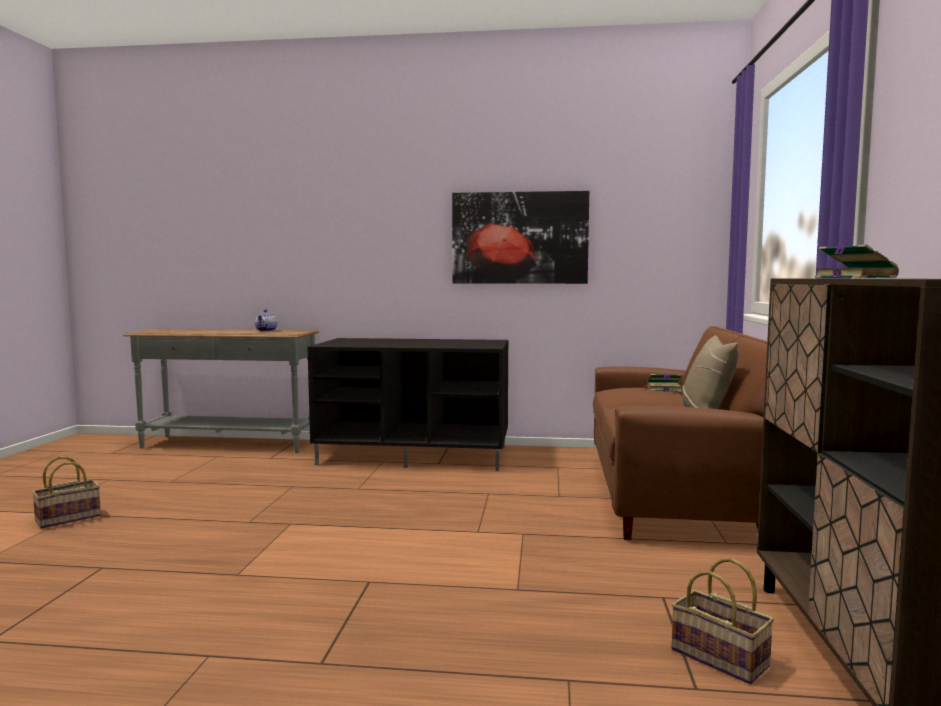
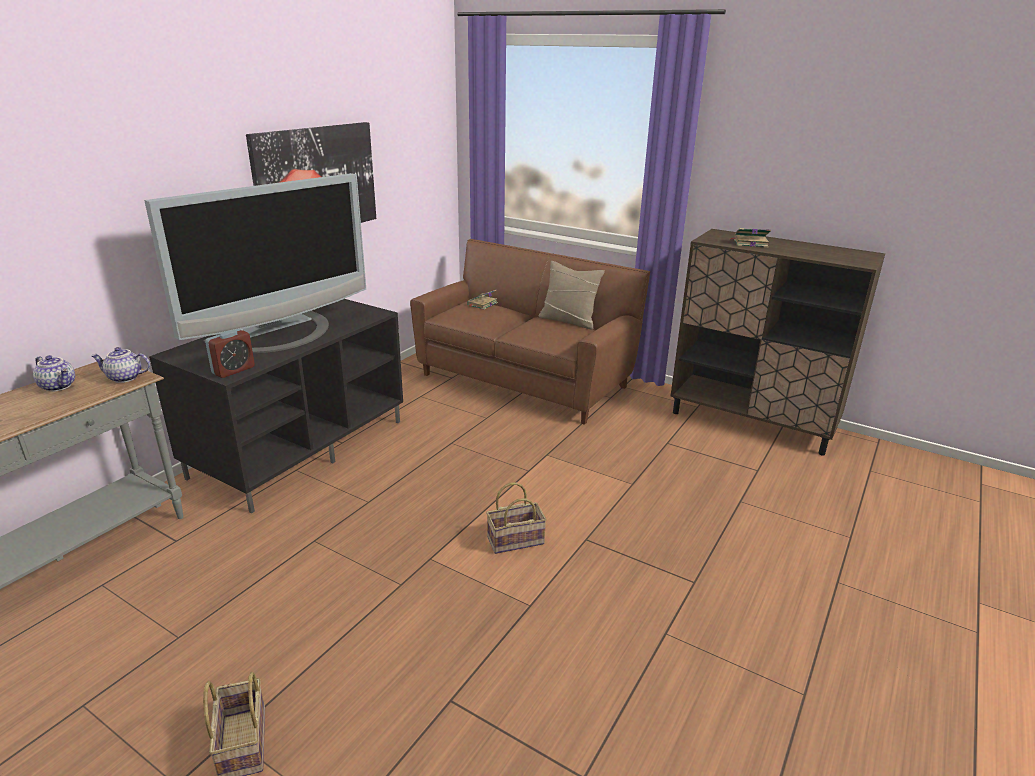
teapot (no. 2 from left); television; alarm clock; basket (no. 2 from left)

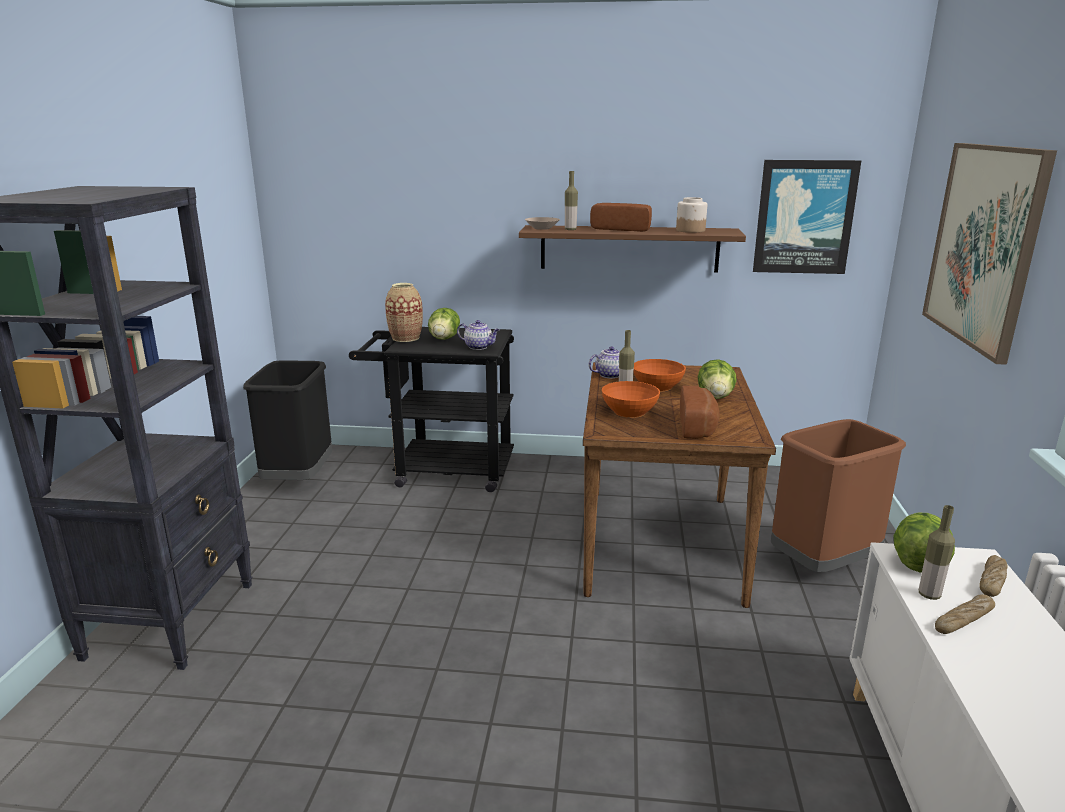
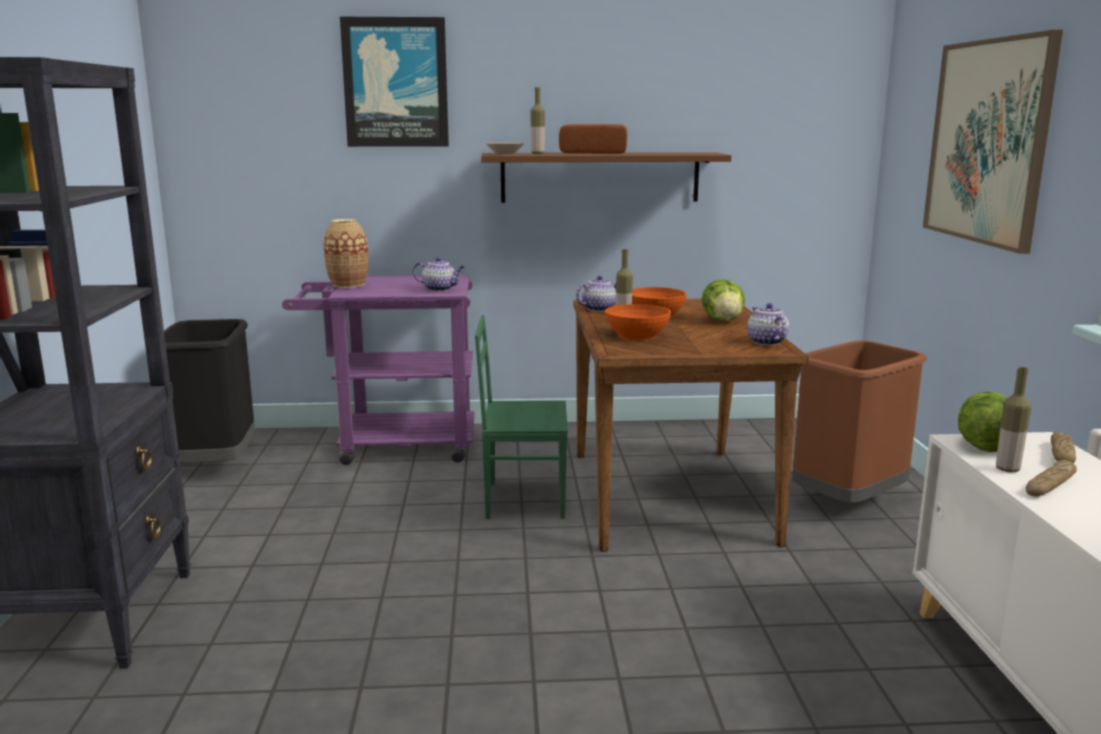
lettuce (no. 1 from left in the first image); jar; bread (no. 2 from left in the first image); green chair; teapot (no. 3 from left); picture (no. 1 from left); purple cart

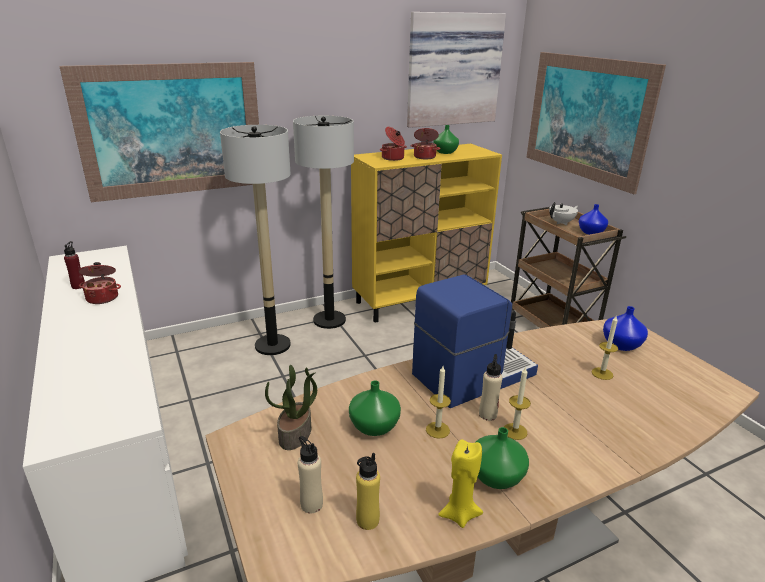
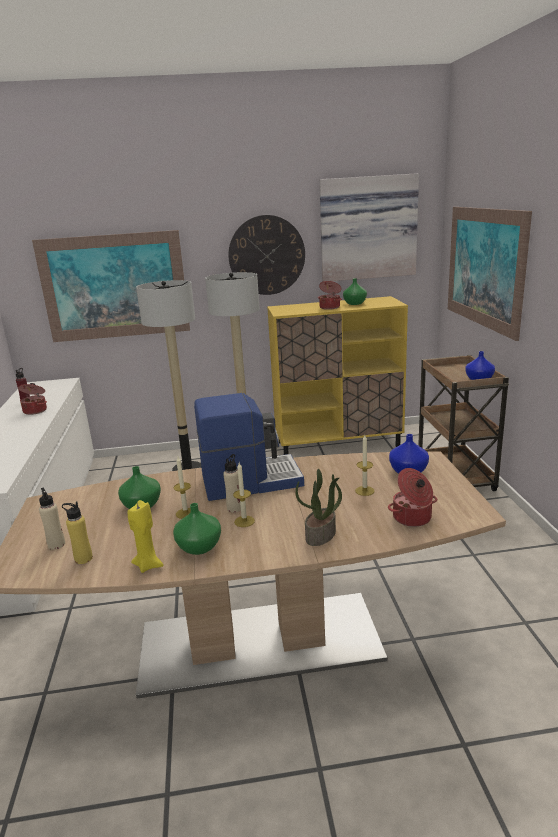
white teapot; wall clock; potted plant; cooking pot (no. 3 from left)

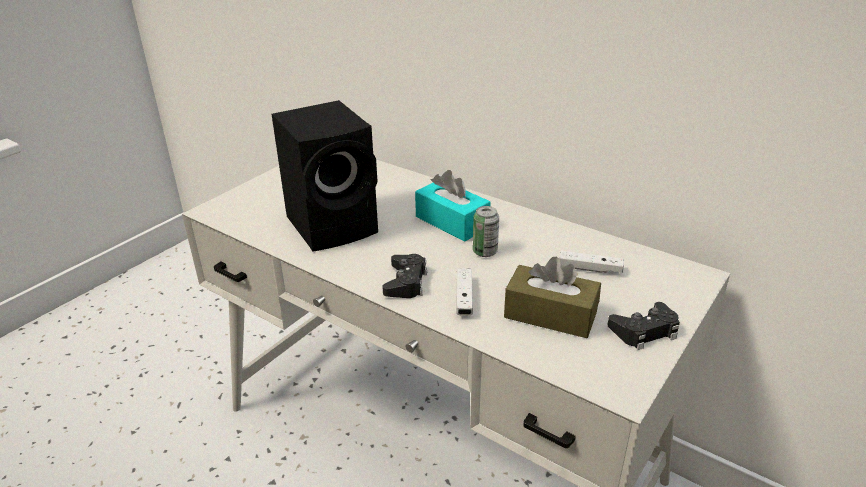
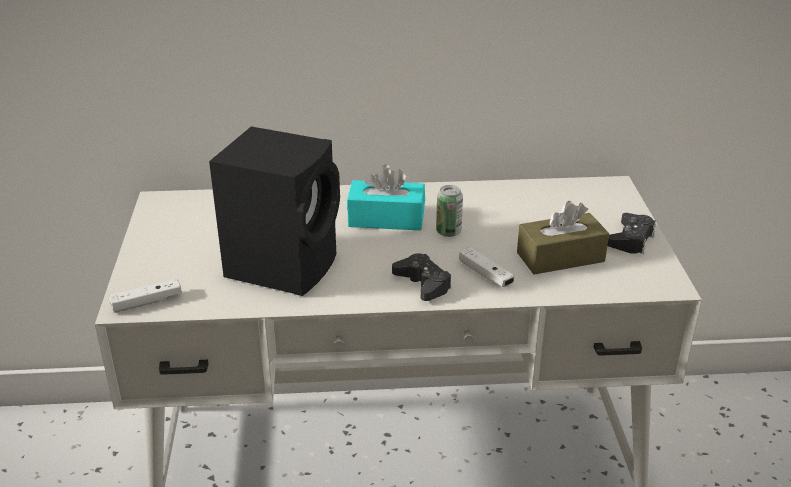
white game controller (no. 1 from left)

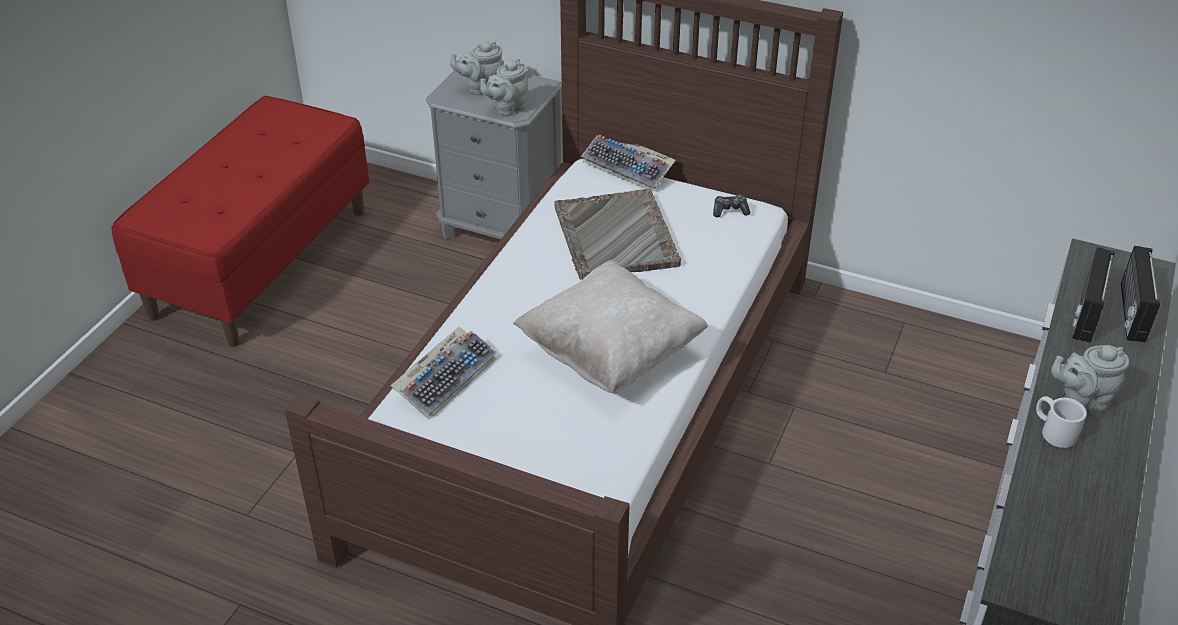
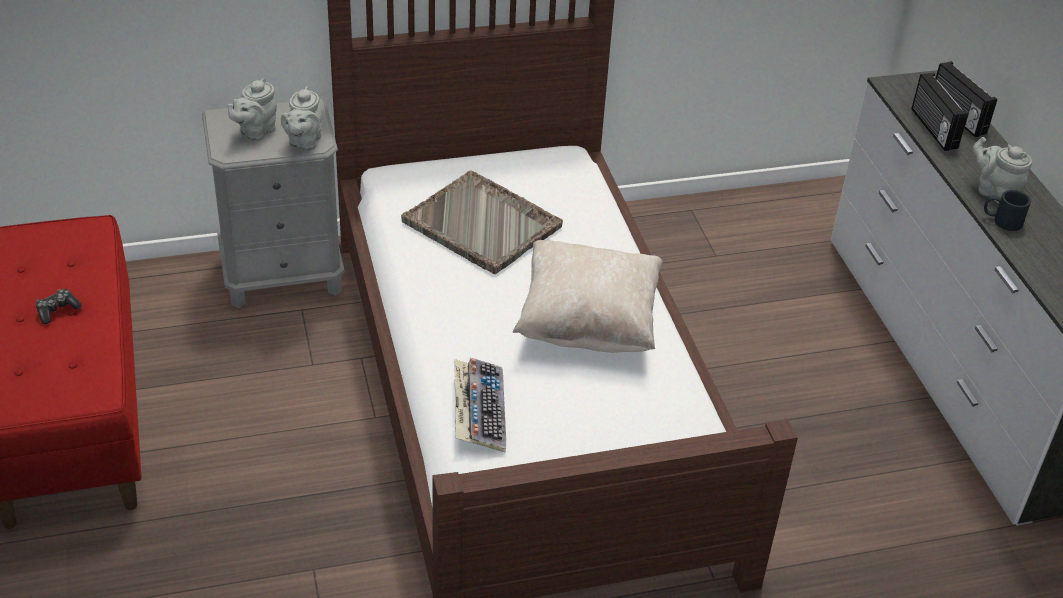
keyboard (no. 2 from left in the first image); game controller; black mug; grey teapot (no. 3 from left)

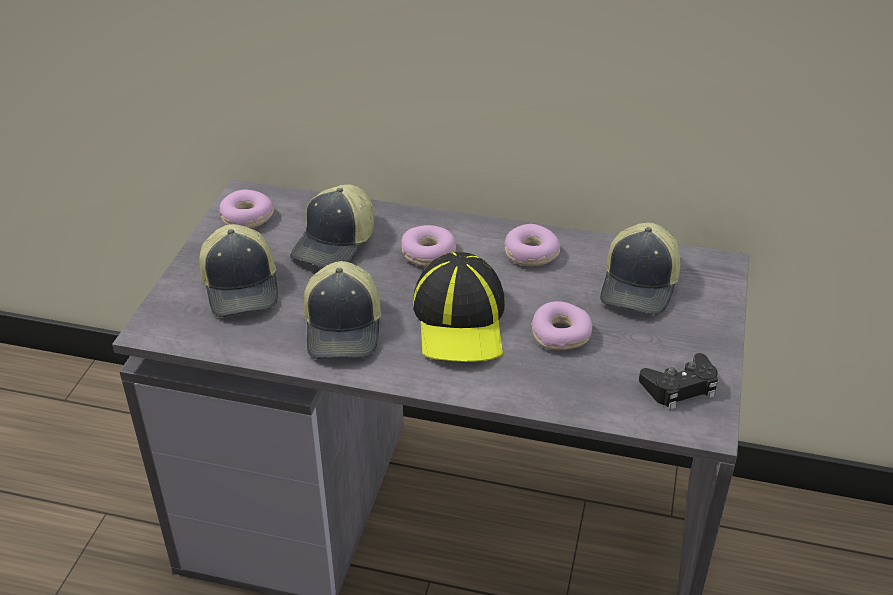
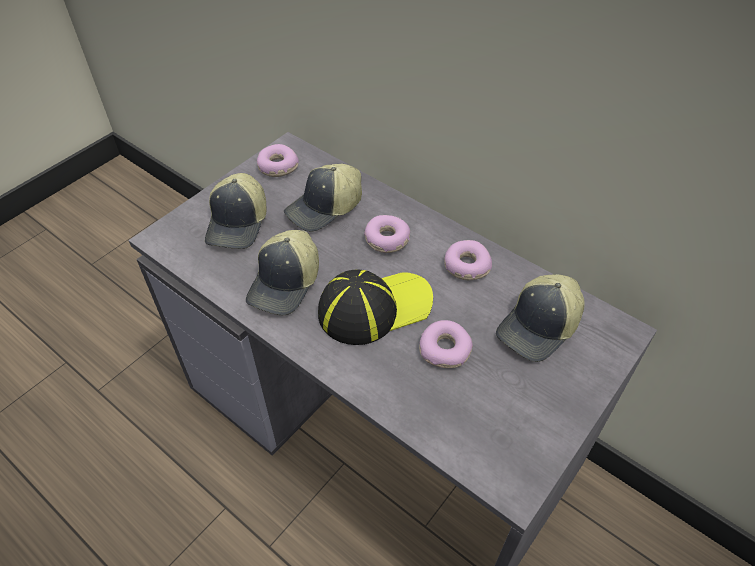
black game controller; cap (no. 4 from left)

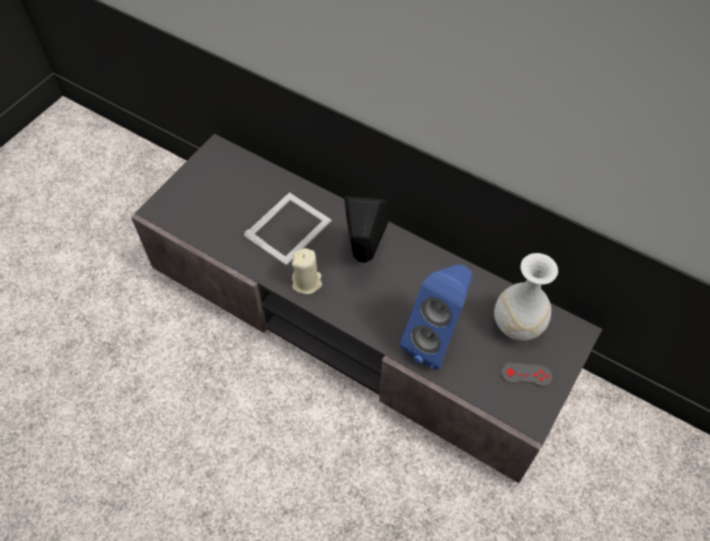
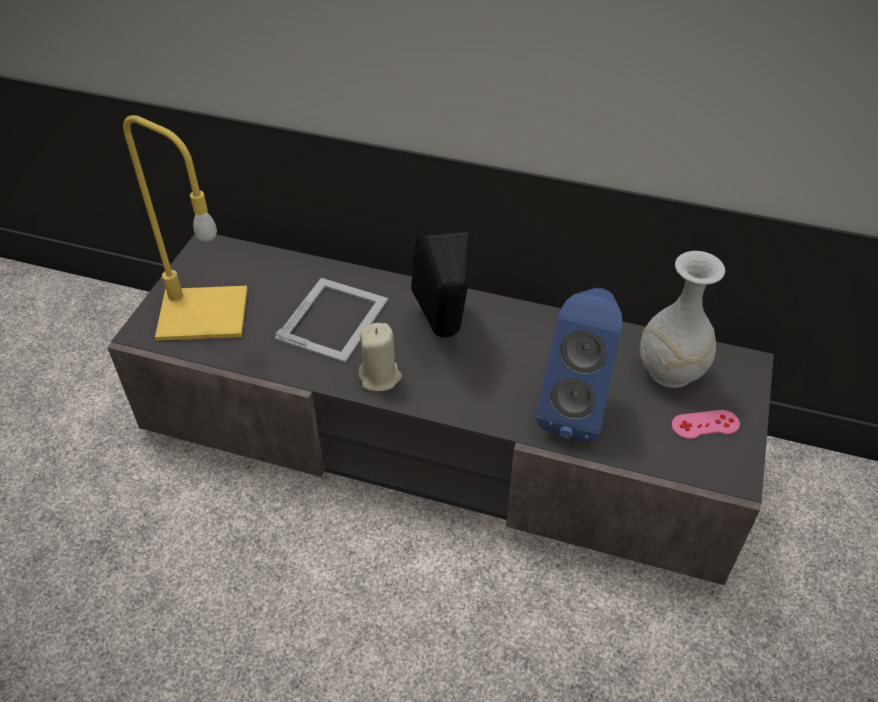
yellow table lamp; pink game controller

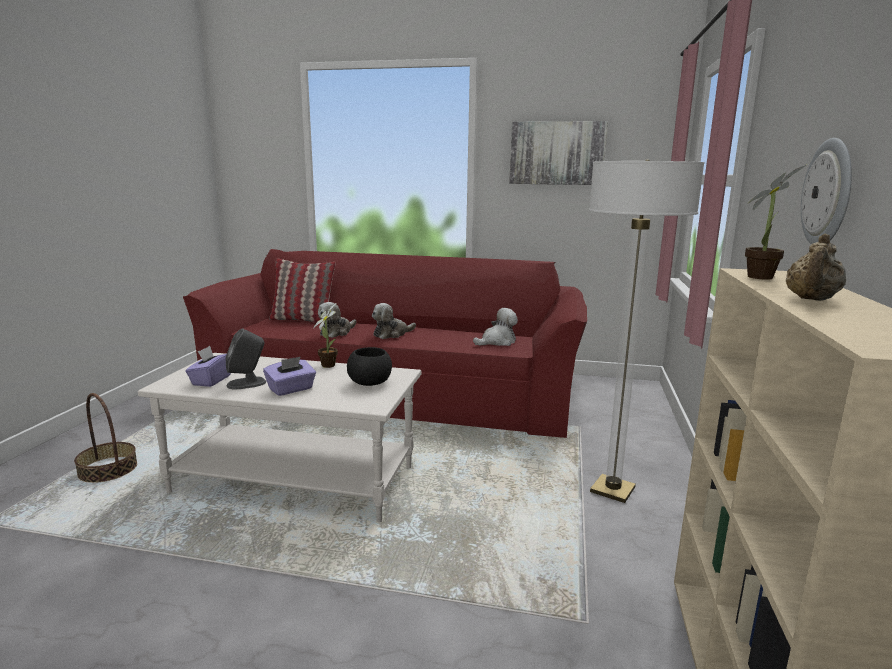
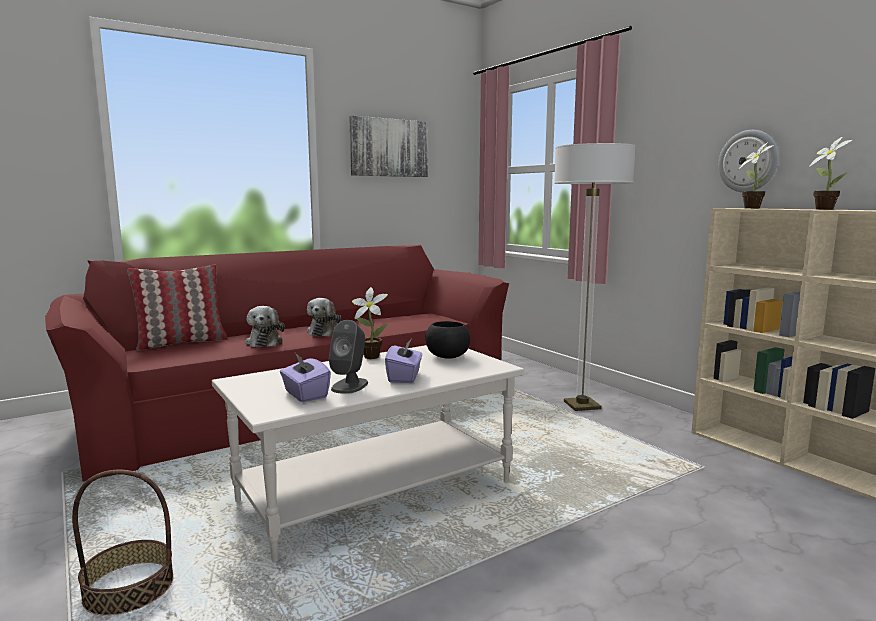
plush toy (no. 3 from left in the first image); potted plant (no. 3 from left)

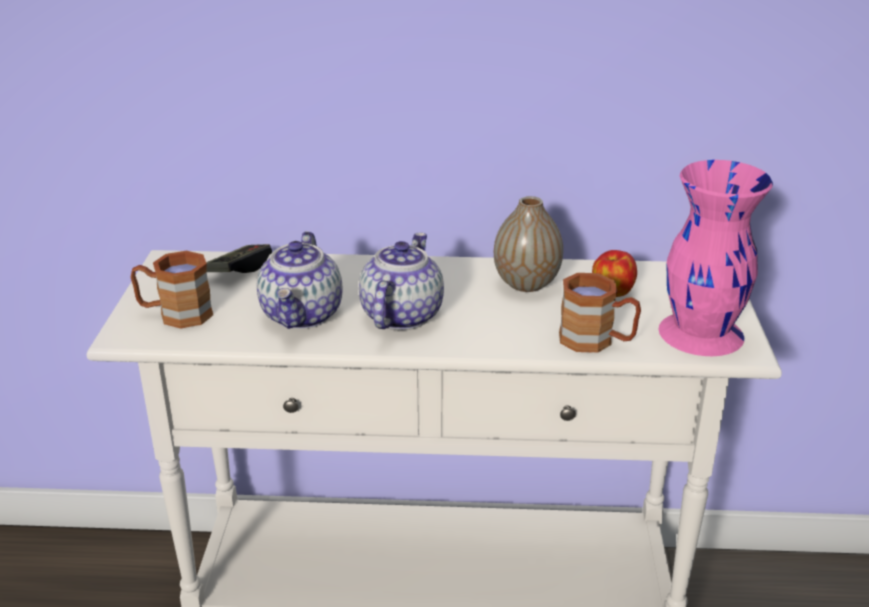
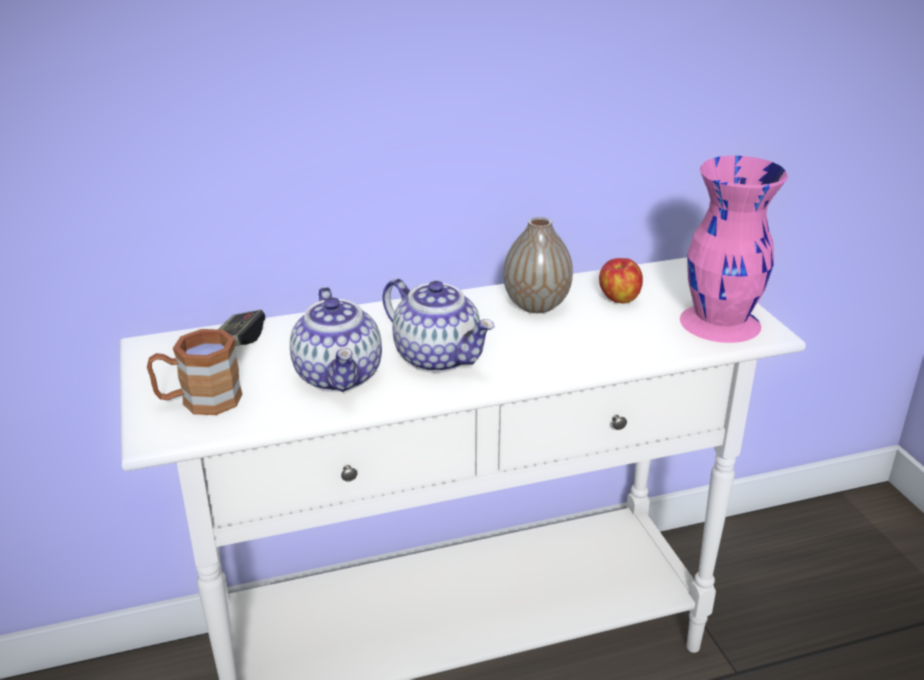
brown mug (no. 2 from left in the first image); teapot (no. 2 from left)

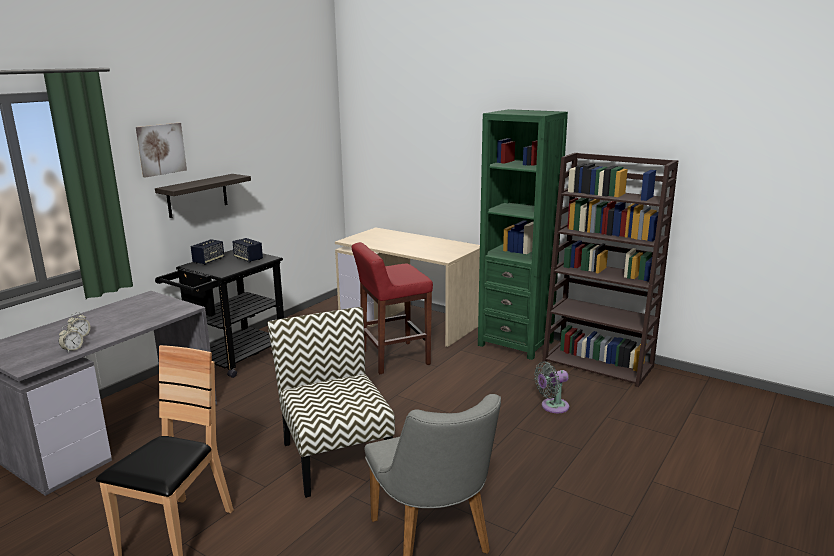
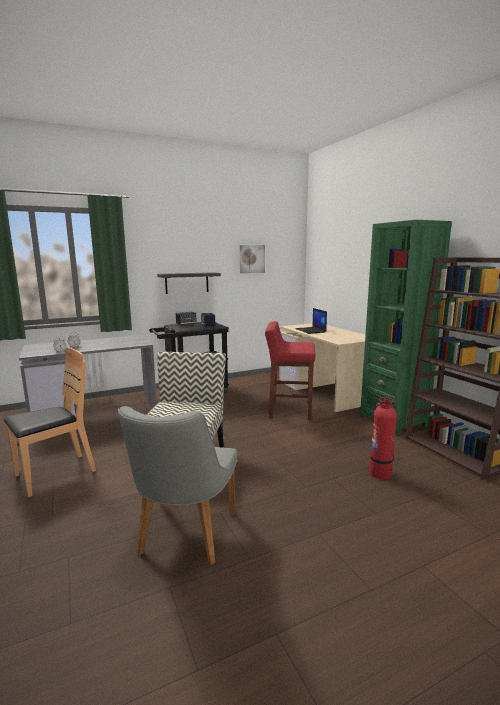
laptop; picture; fire extinguisher

